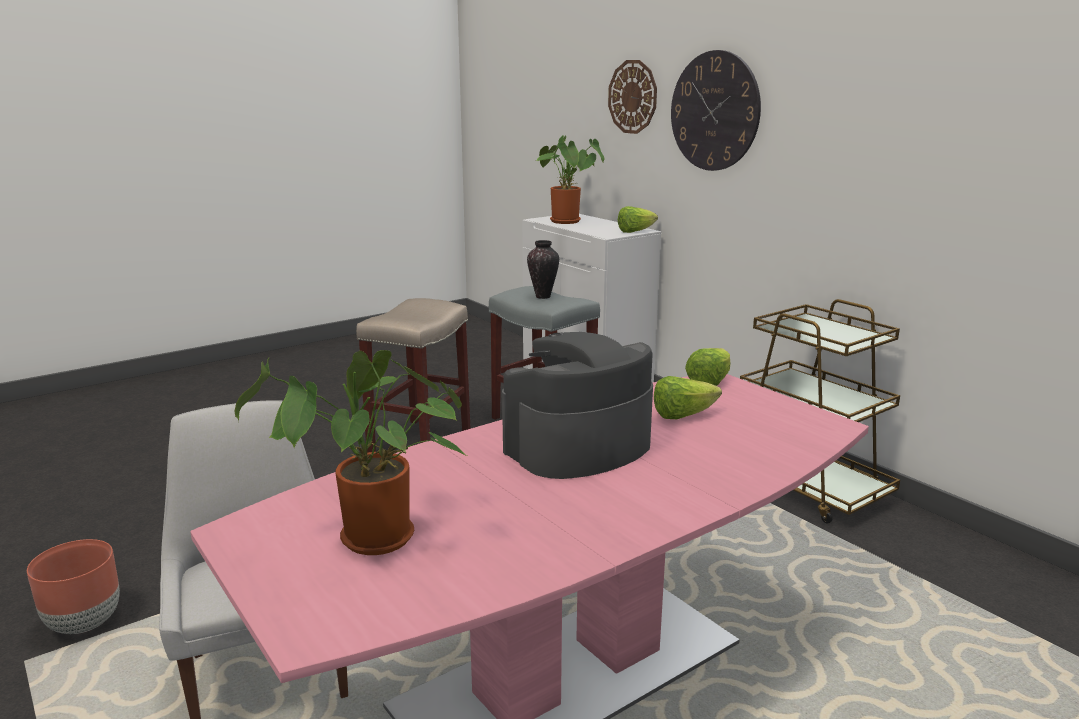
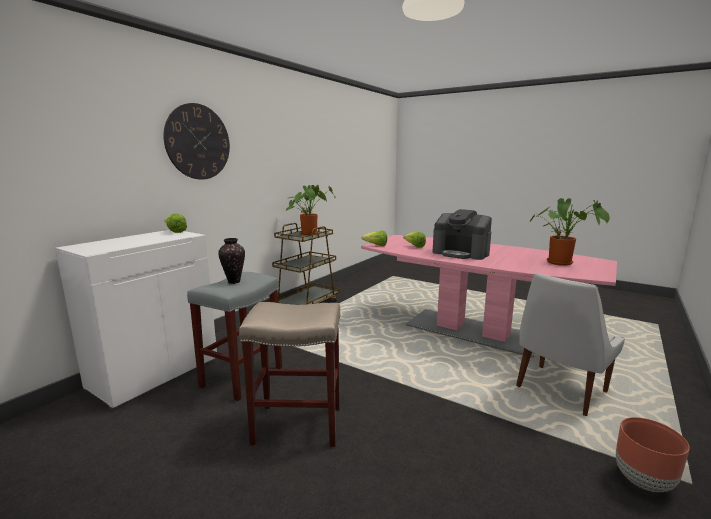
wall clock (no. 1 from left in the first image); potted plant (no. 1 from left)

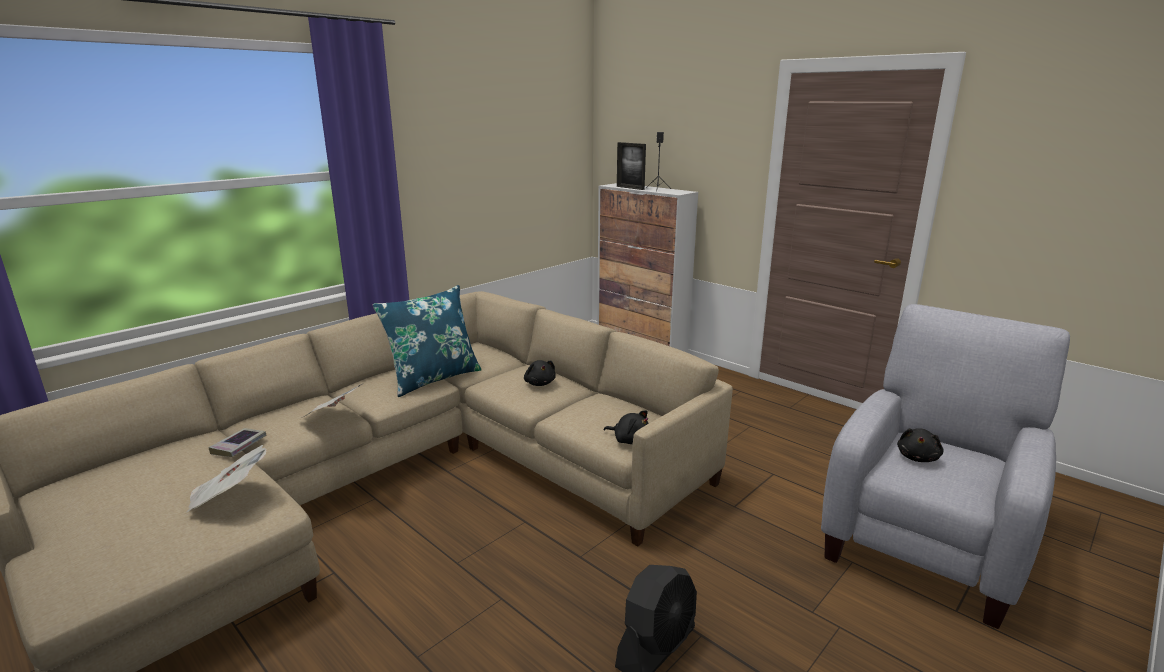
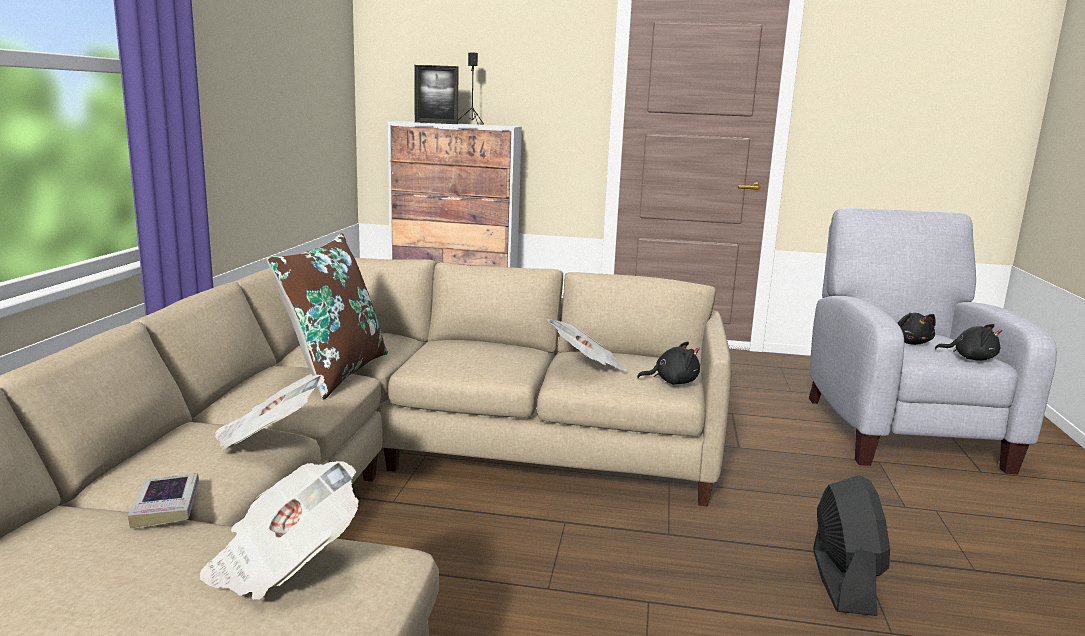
newspaper (no. 3 from left); black plush toy (no. 3 from left); brown pillow

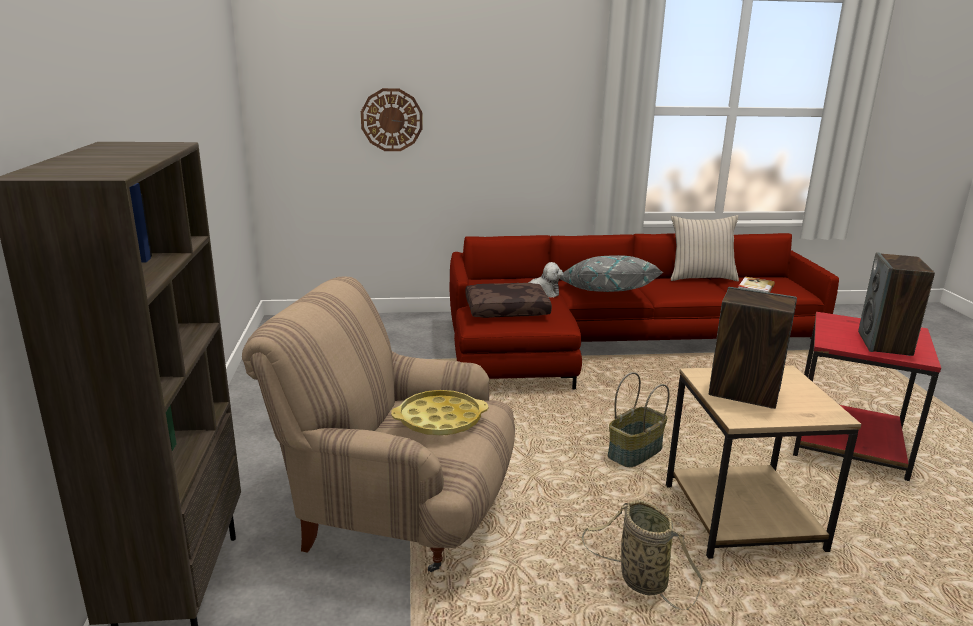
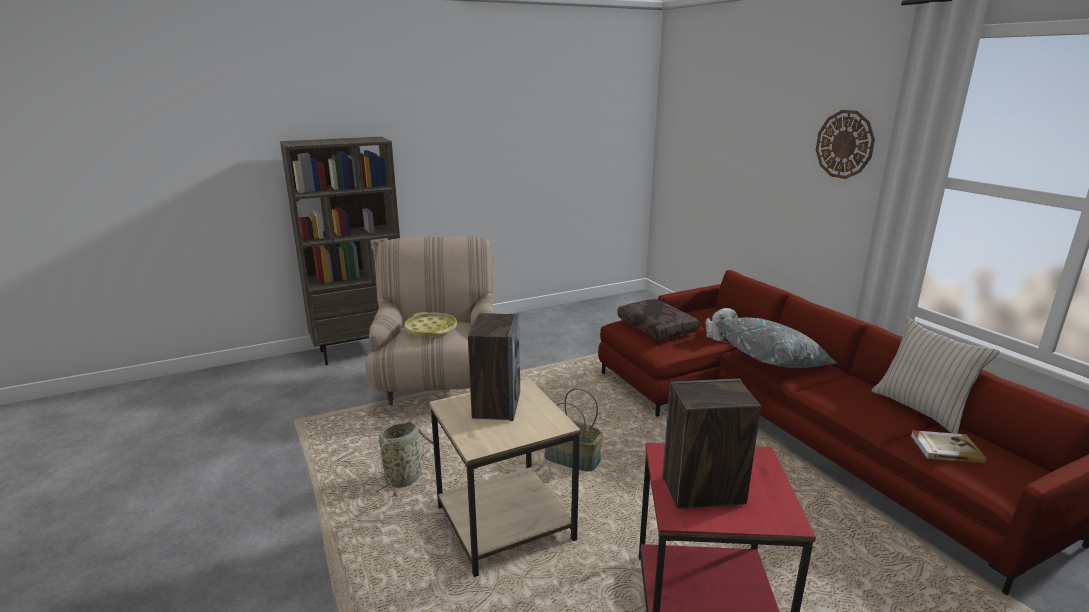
wall clock

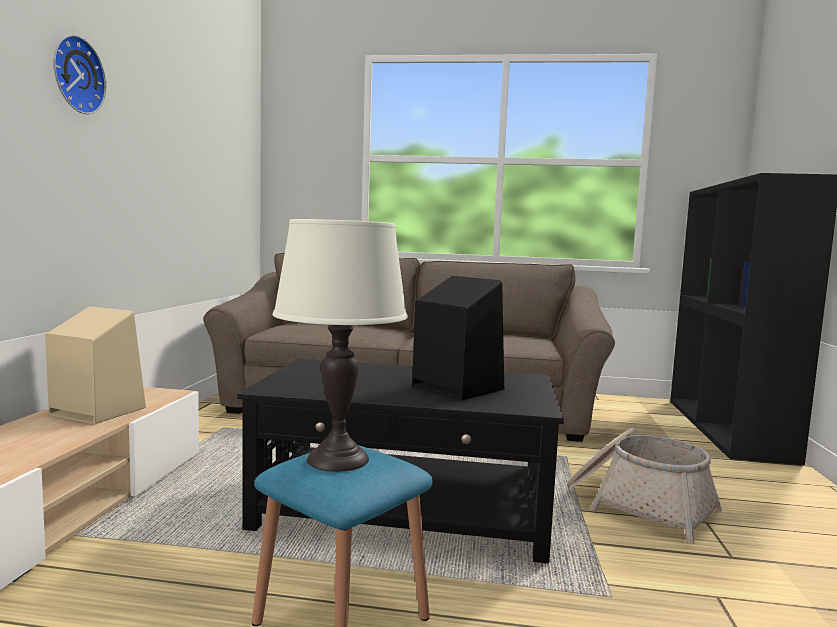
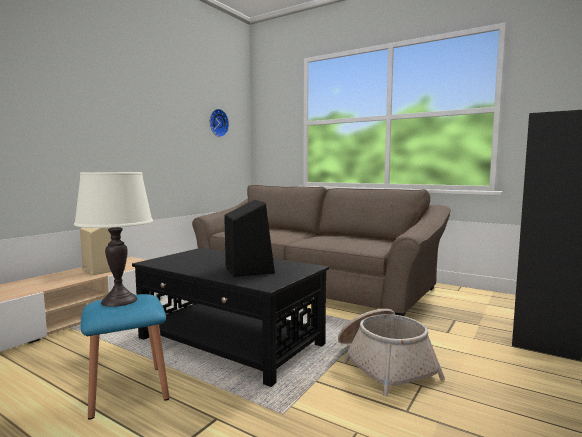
wall clock

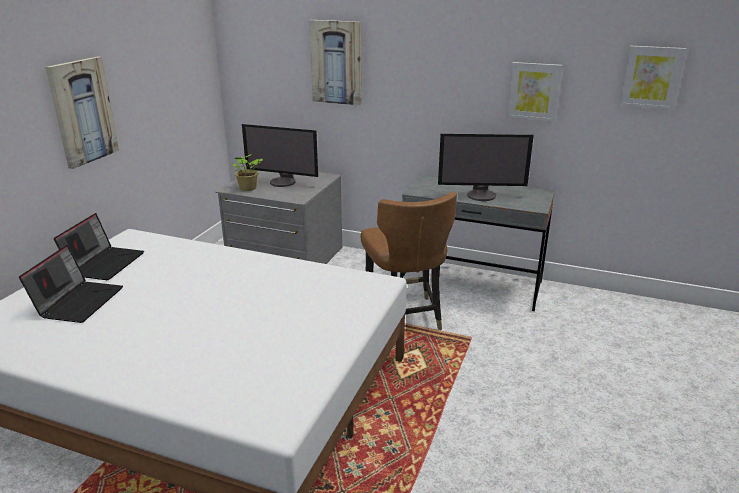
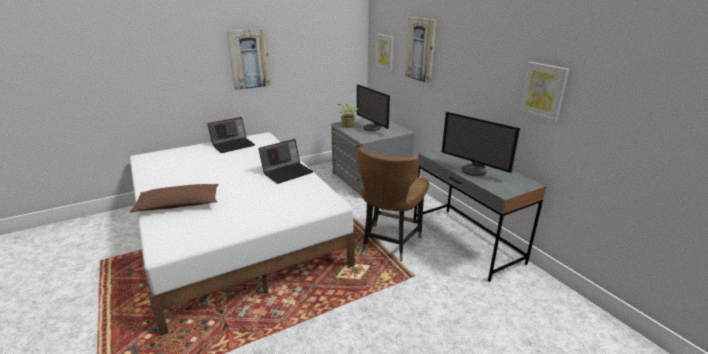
brown pillow; laptop (no. 2 from left); picture (no. 2 from left)

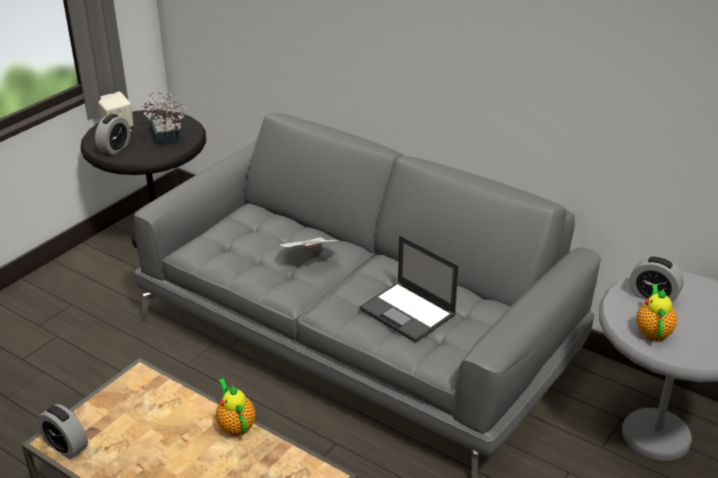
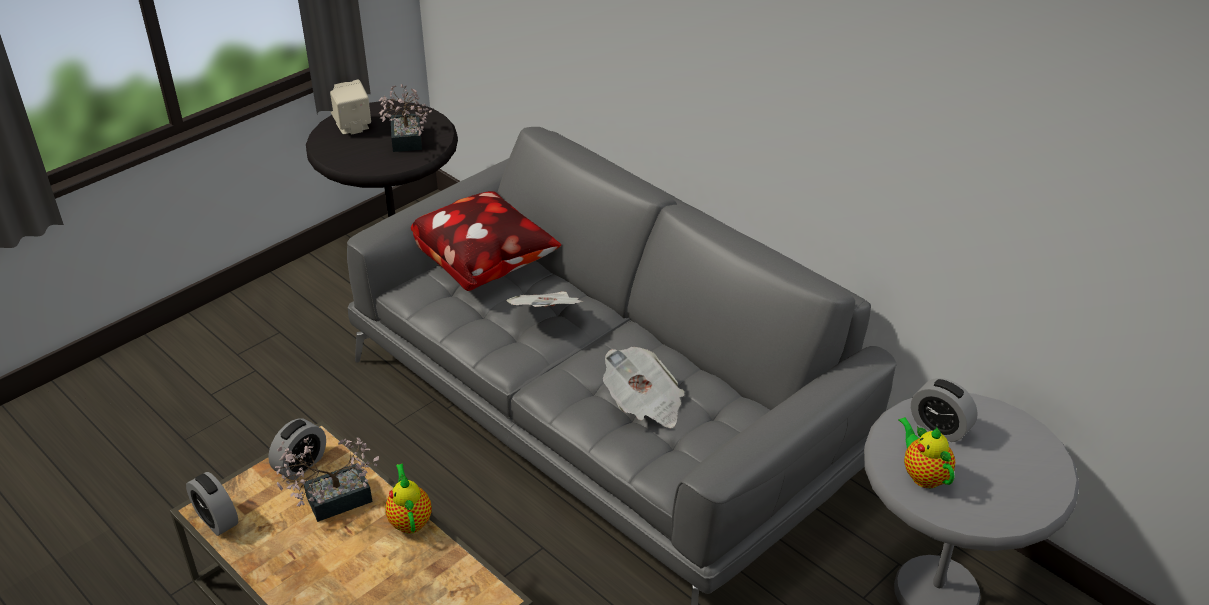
potted plant (no. 1 from left); pillow; alarm clock (no. 2 from left); newspaper (no. 2 from left); teapot (no. 2 from left)

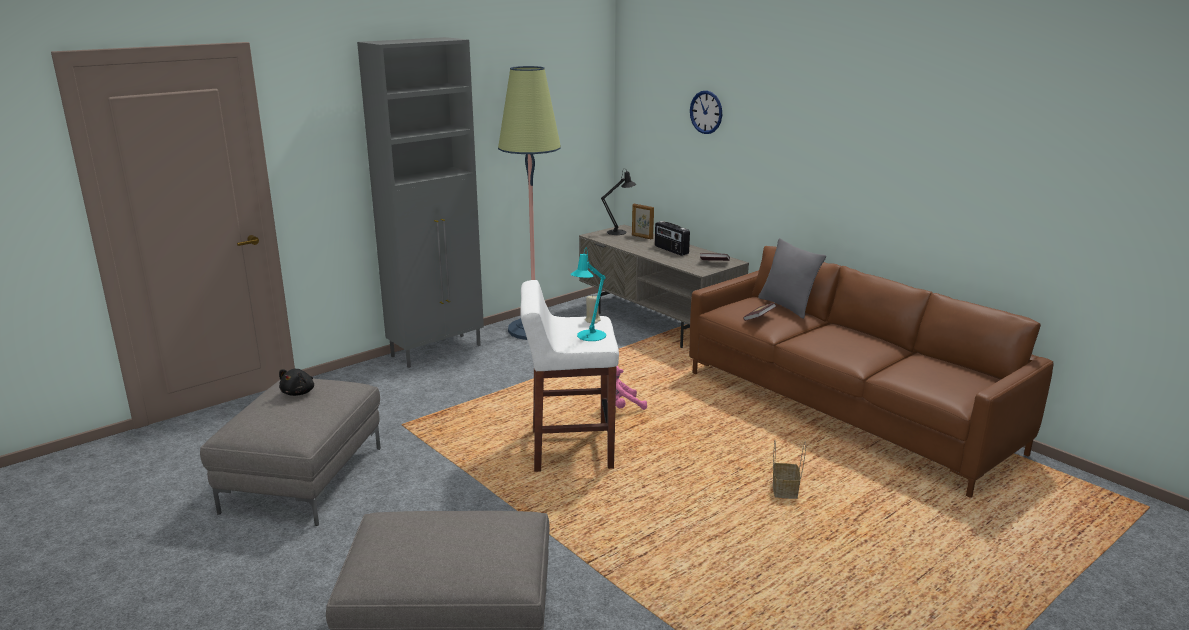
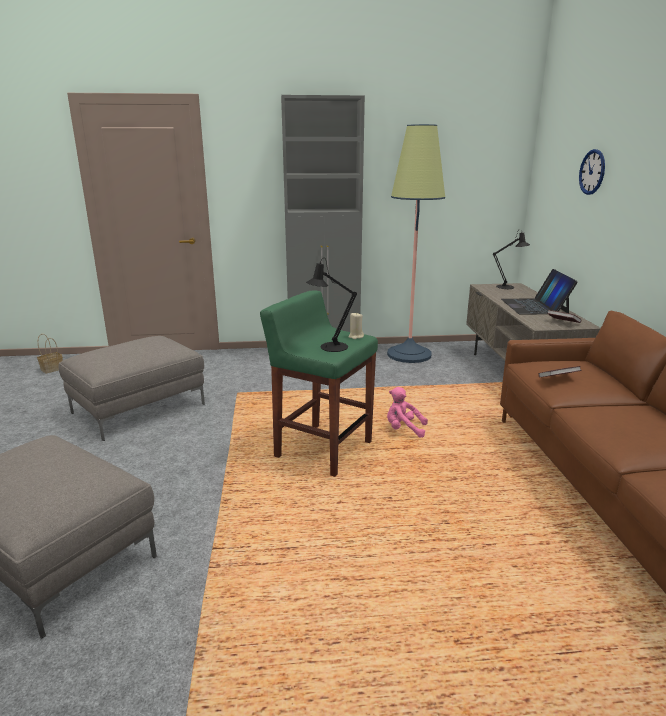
black plush toy; picture frame; grey pillow; basket; laptop; green stool; black table lamp (no. 1 from left)

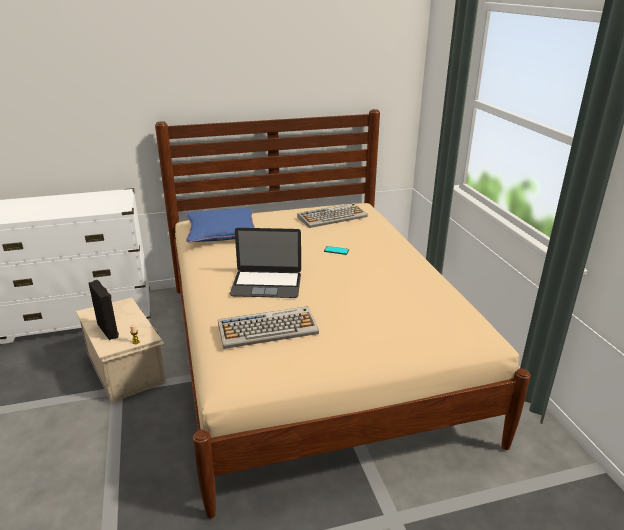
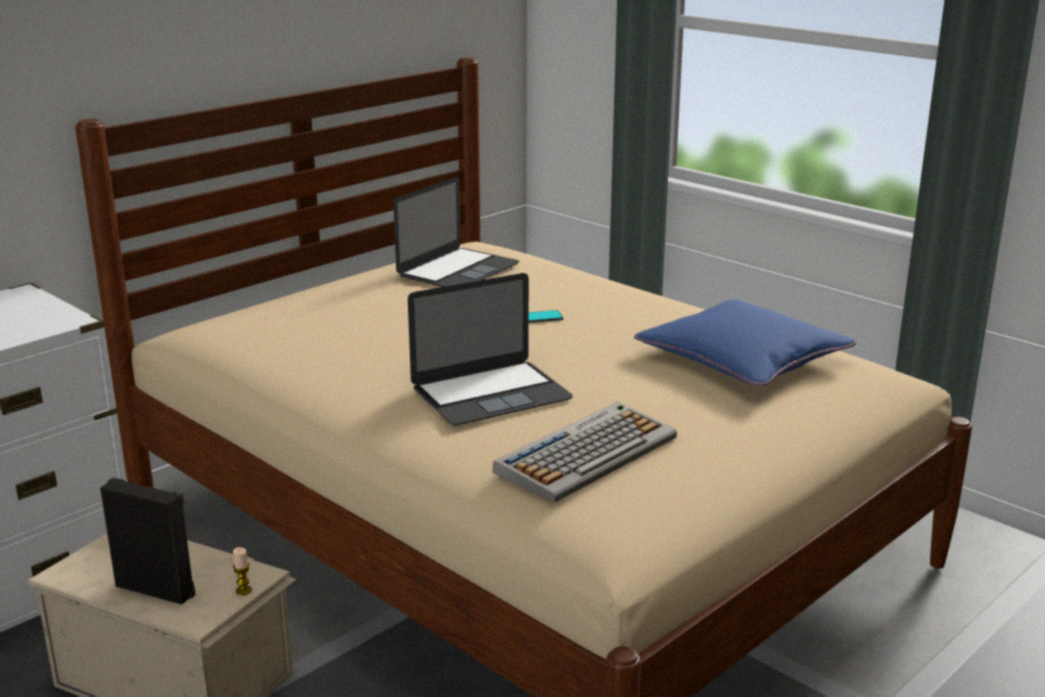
blue pillow; laptop (no. 1 from left)

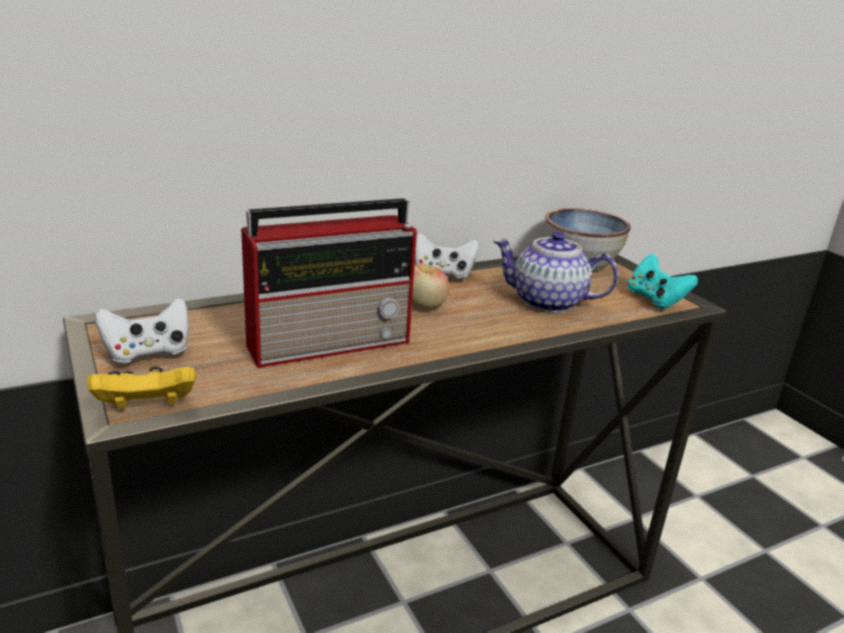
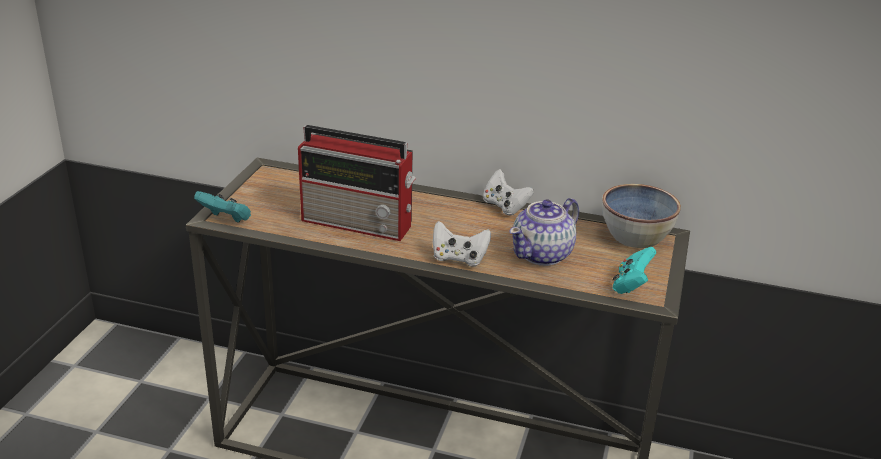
apple; white game controller (no. 1 from left); turquoise game controller (no. 1 from left); teapot

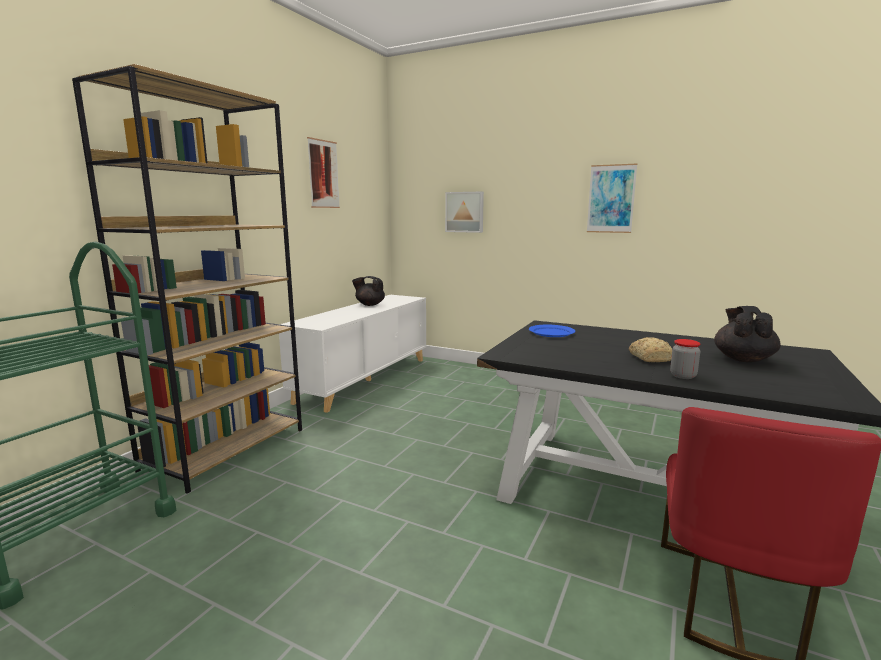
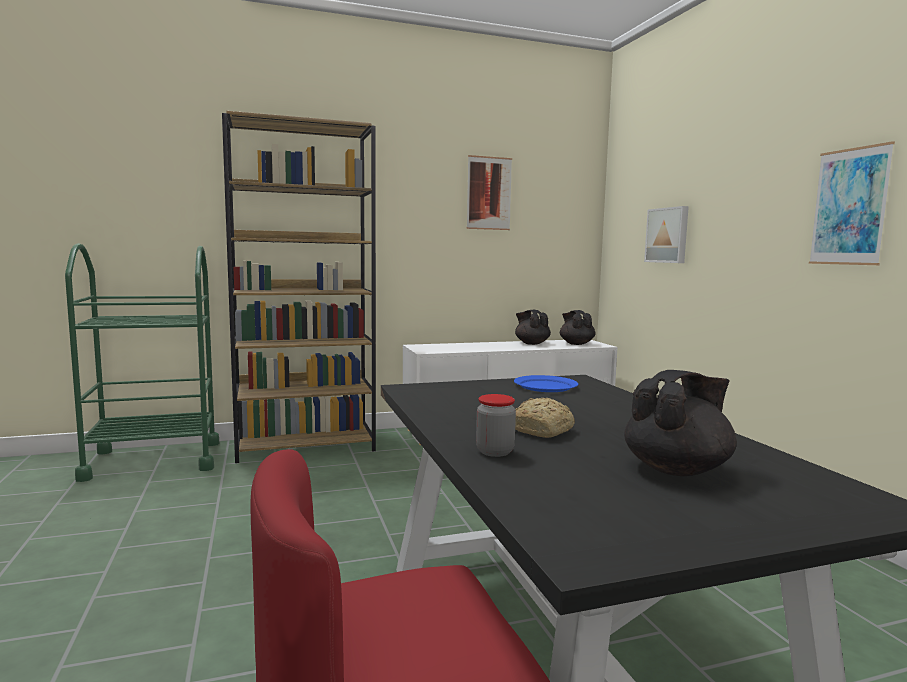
black teapot (no. 2 from left)

